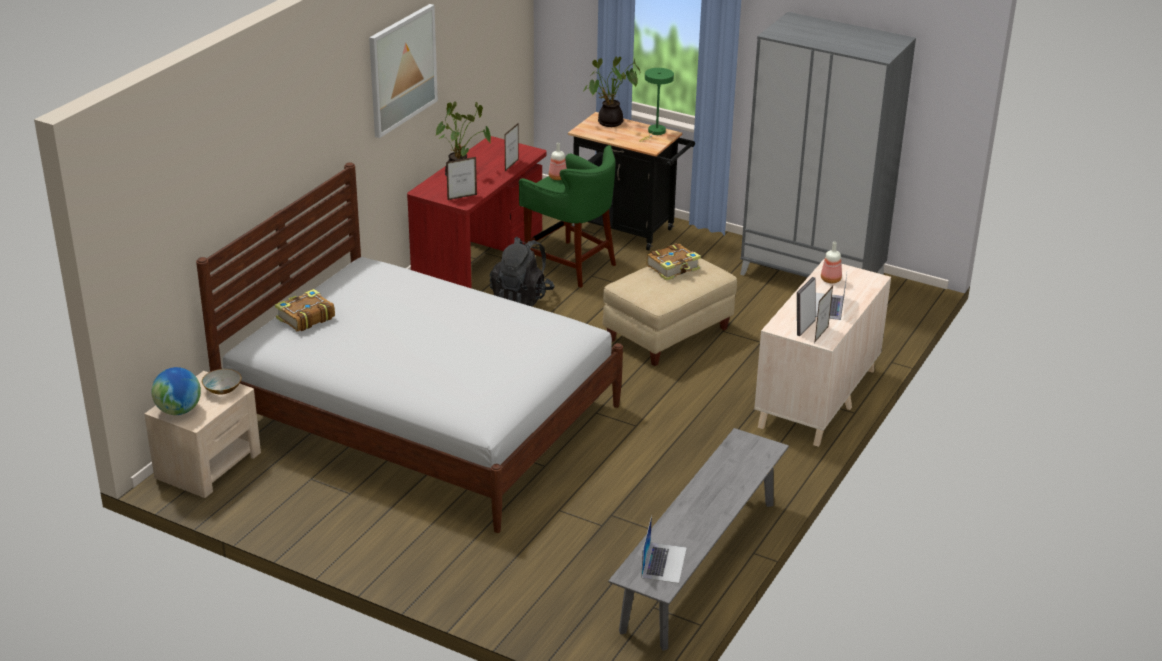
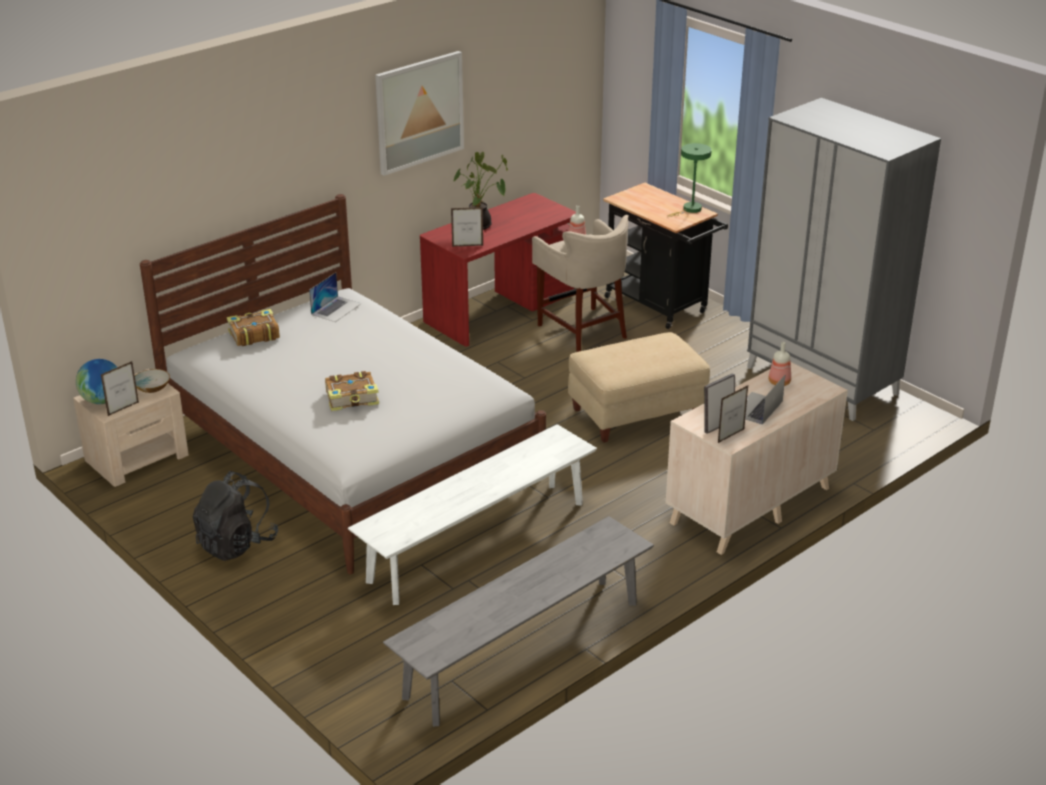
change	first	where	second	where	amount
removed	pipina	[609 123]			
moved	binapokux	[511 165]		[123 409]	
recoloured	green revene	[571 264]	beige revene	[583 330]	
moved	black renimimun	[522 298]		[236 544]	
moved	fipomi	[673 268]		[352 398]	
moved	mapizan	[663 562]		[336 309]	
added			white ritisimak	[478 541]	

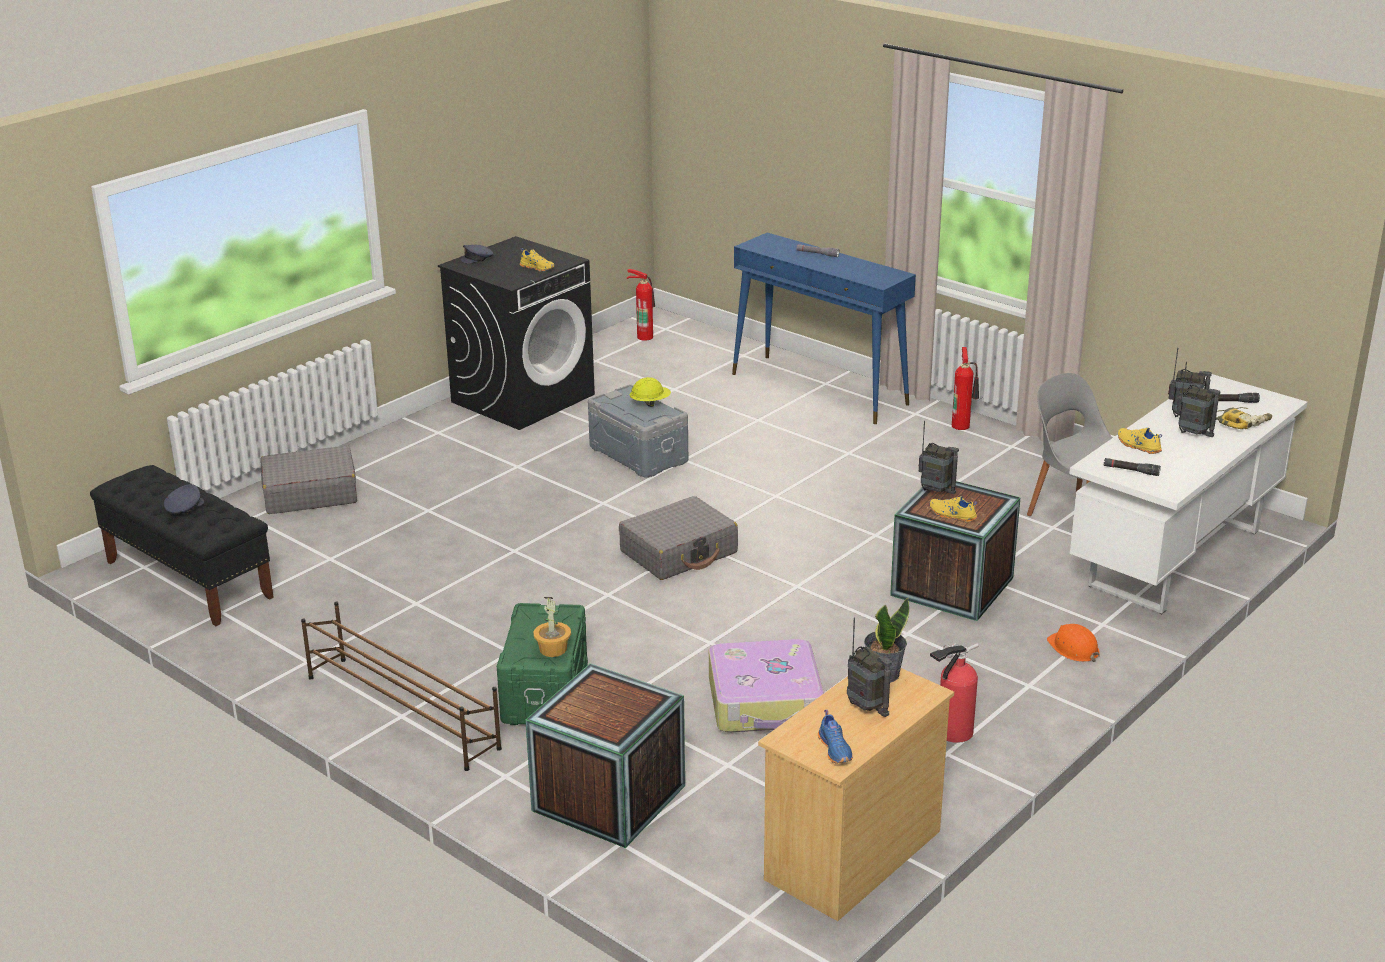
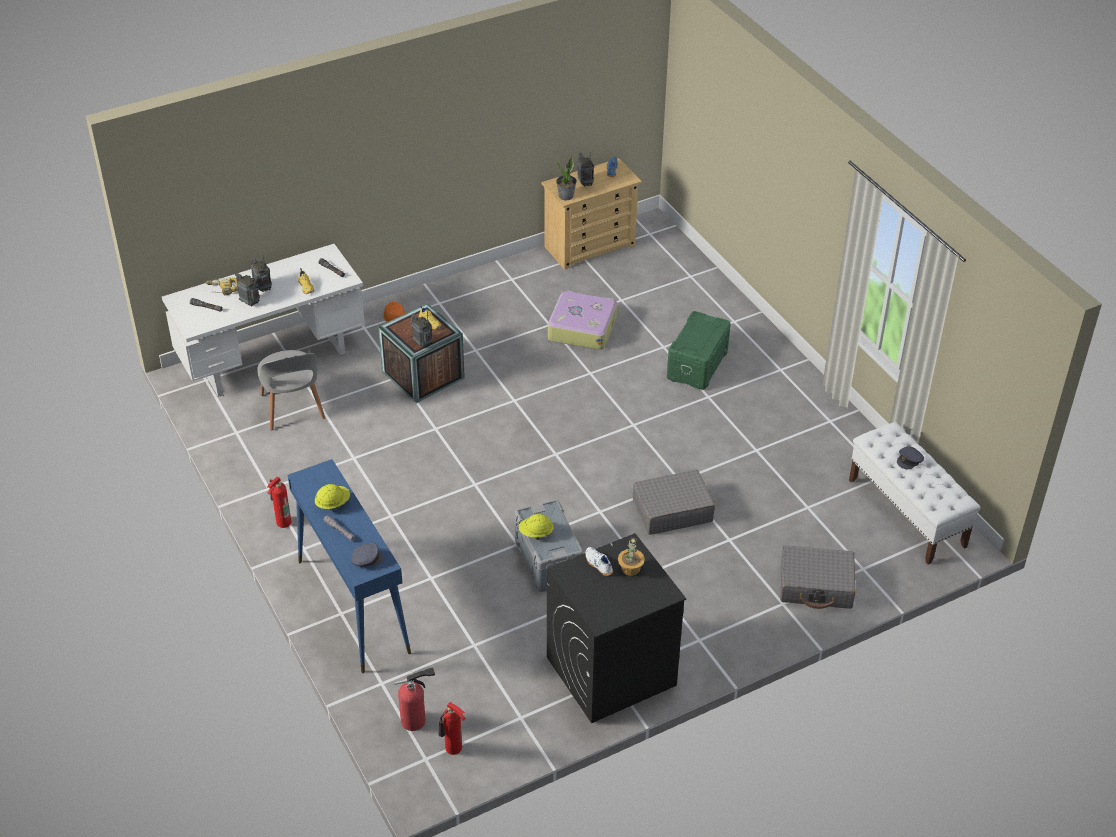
change	first	where	second	where	amount
moved	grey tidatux	[477 258]		[366 559]	
recoloured	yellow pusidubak	[538 268]	white pusidubak	[598 564]	
recoloured	black ritisimak	[188 579]	white ritisimak	[907 513]	
moved	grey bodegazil	[679 552]		[672 510]	
moved	pipina	[553 649]		[630 568]	
removed	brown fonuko	[401 711]			
moved	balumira	[951 733]		[416 720]	
removed	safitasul	[609 798]			
added			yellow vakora	[333 504]	

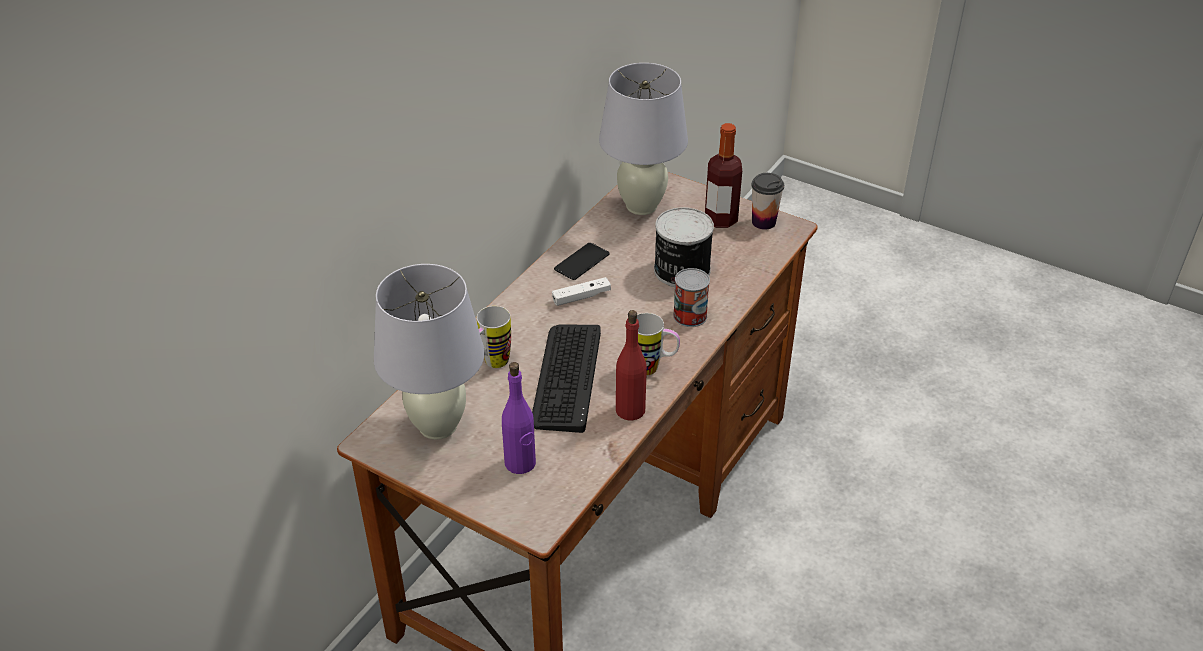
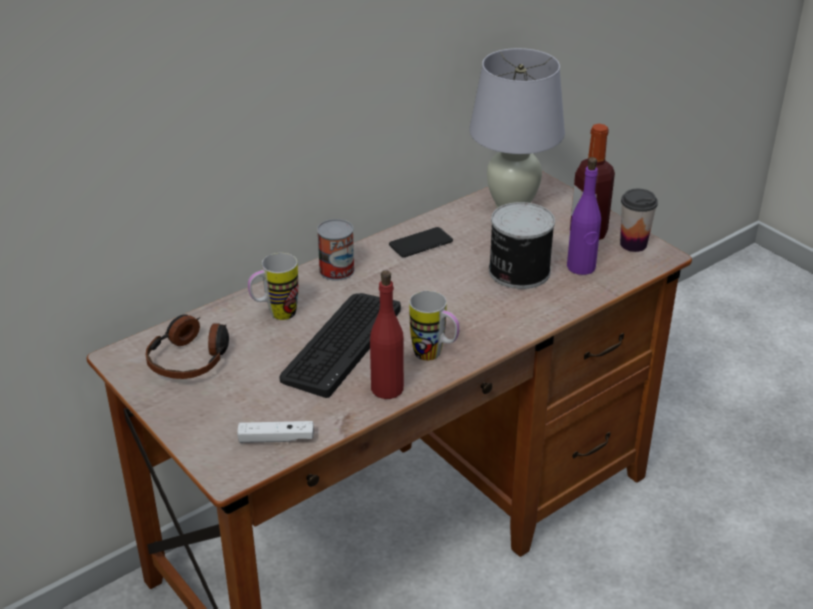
change	first	where	second	where	amount
replaced	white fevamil	[438 426]	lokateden	[191 358]	
moved	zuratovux	[690 315]		[336 270]	
moved	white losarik	[581 297]		[276 438]	
moved	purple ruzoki	[520 463]		[581 267]	

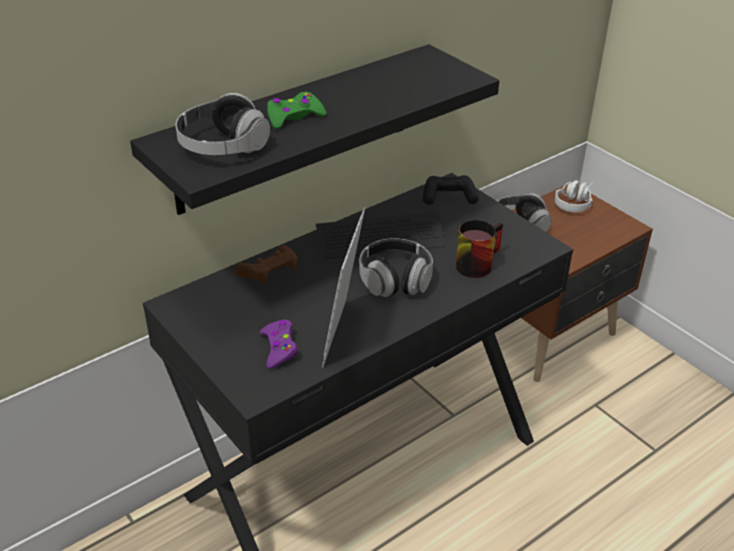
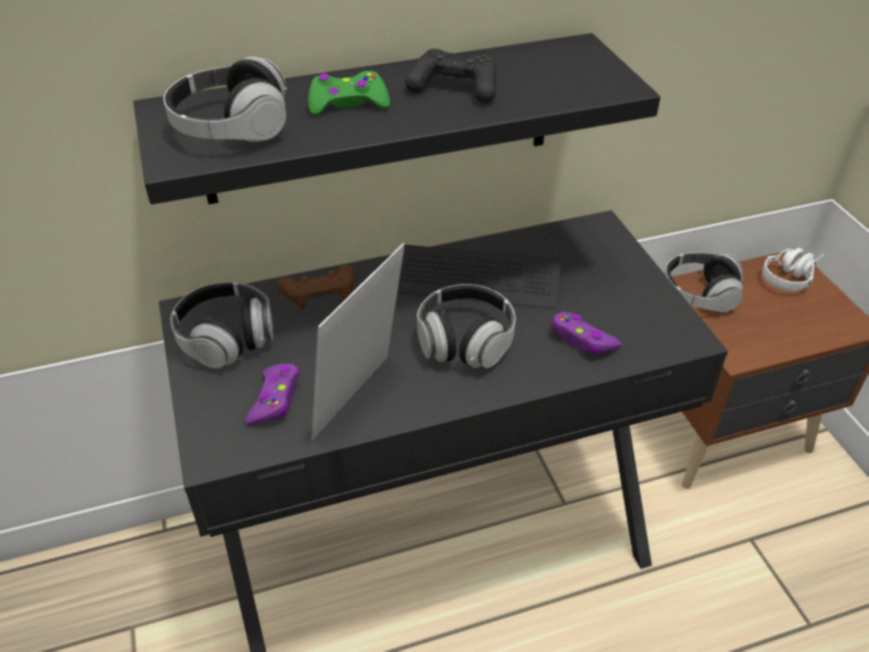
change	first	where	second	where	amount
moved	black losarik	[449 197]		[454 88]	
replaced	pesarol	[475 262]	purple losarik	[582 340]	
added			lokateden	[226 338]	

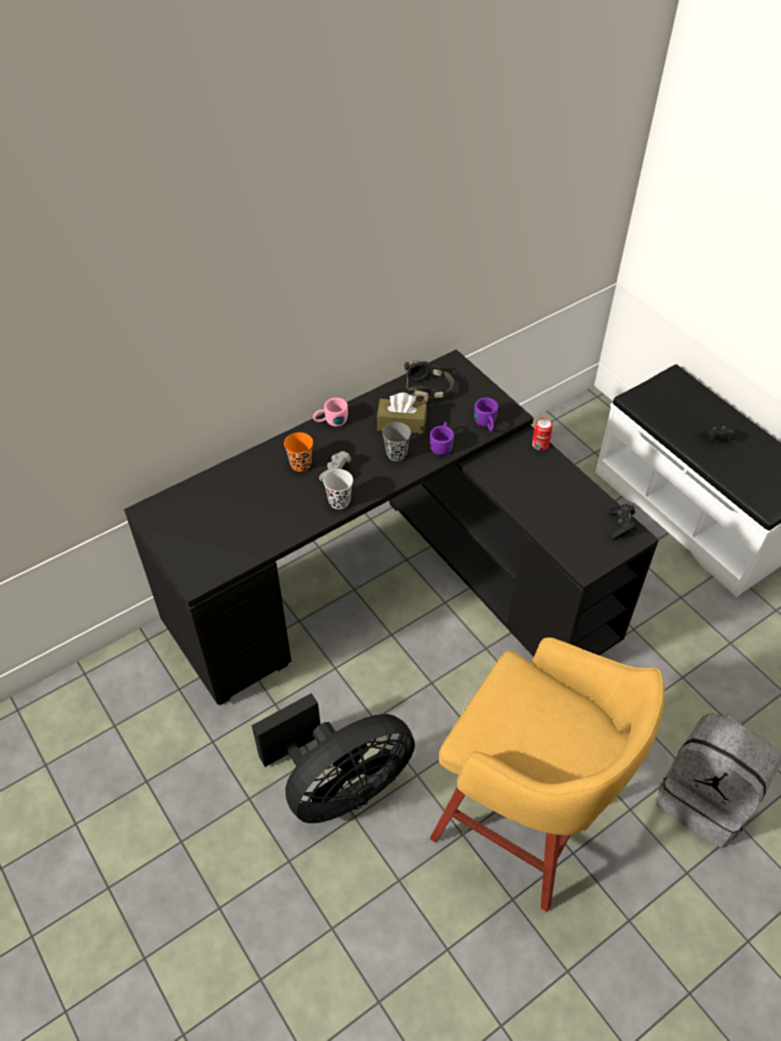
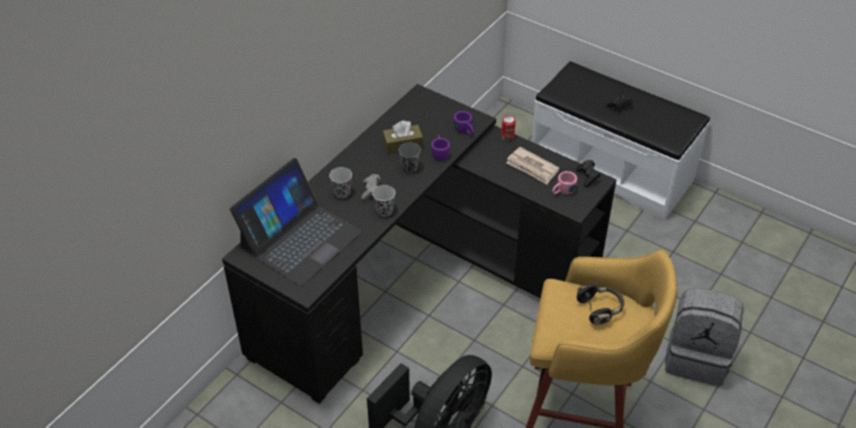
change	first	where	second	where	amount
moved	black lokateden	[428 391]		[600 309]	
moved	pink pesarol	[330 421]		[562 191]	
recoloured	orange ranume	[300 464]	black ranume	[342 192]	
added			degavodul	[532 167]	
added			mapizan	[300 239]	

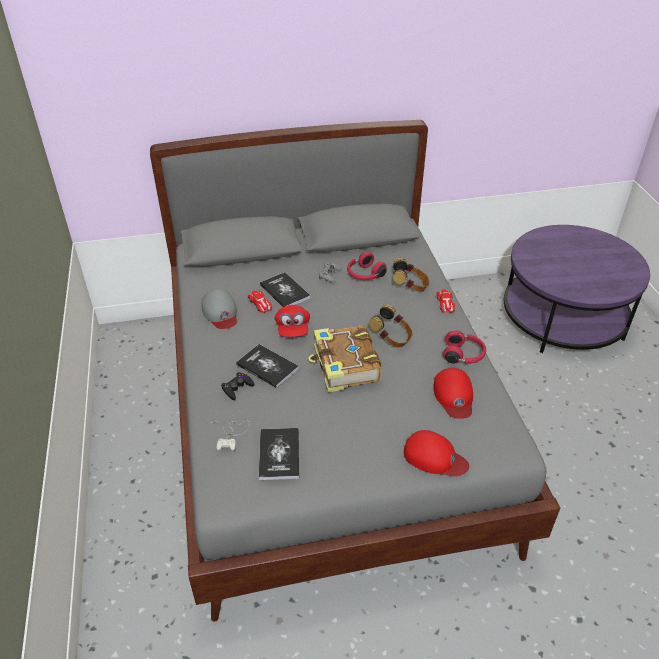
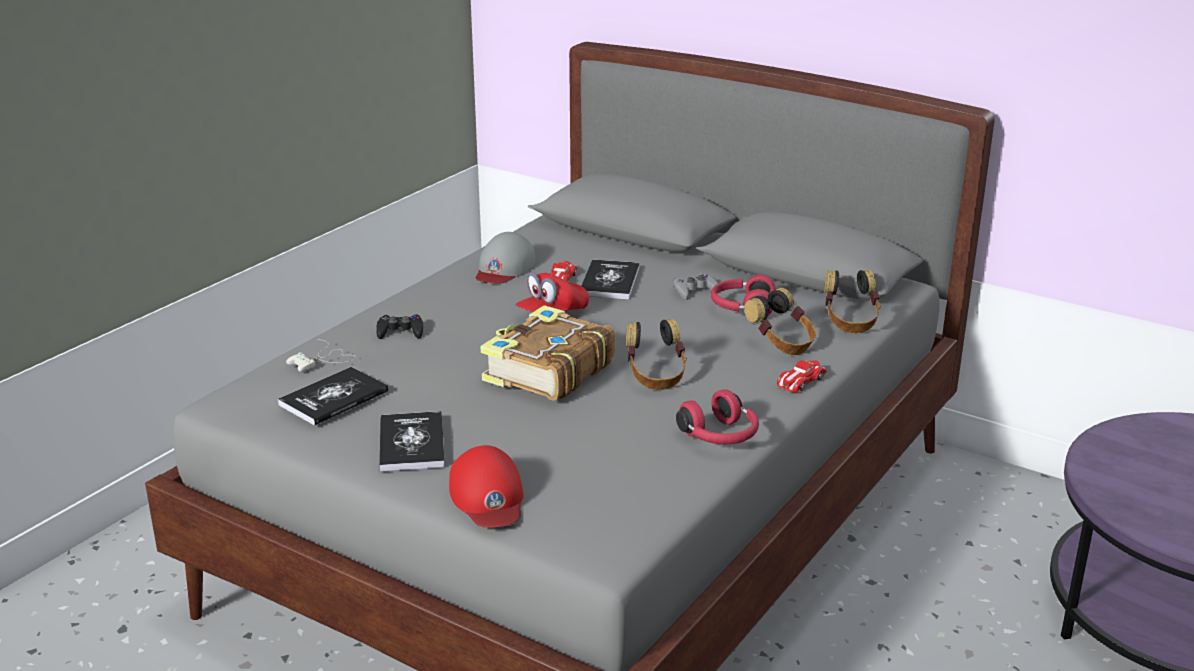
change	first	where	second	where	amount
moved	fipomi	[267 367]		[411 443]	
removed	red tidatux	[454 396]			
added			lokateden	[850 322]	

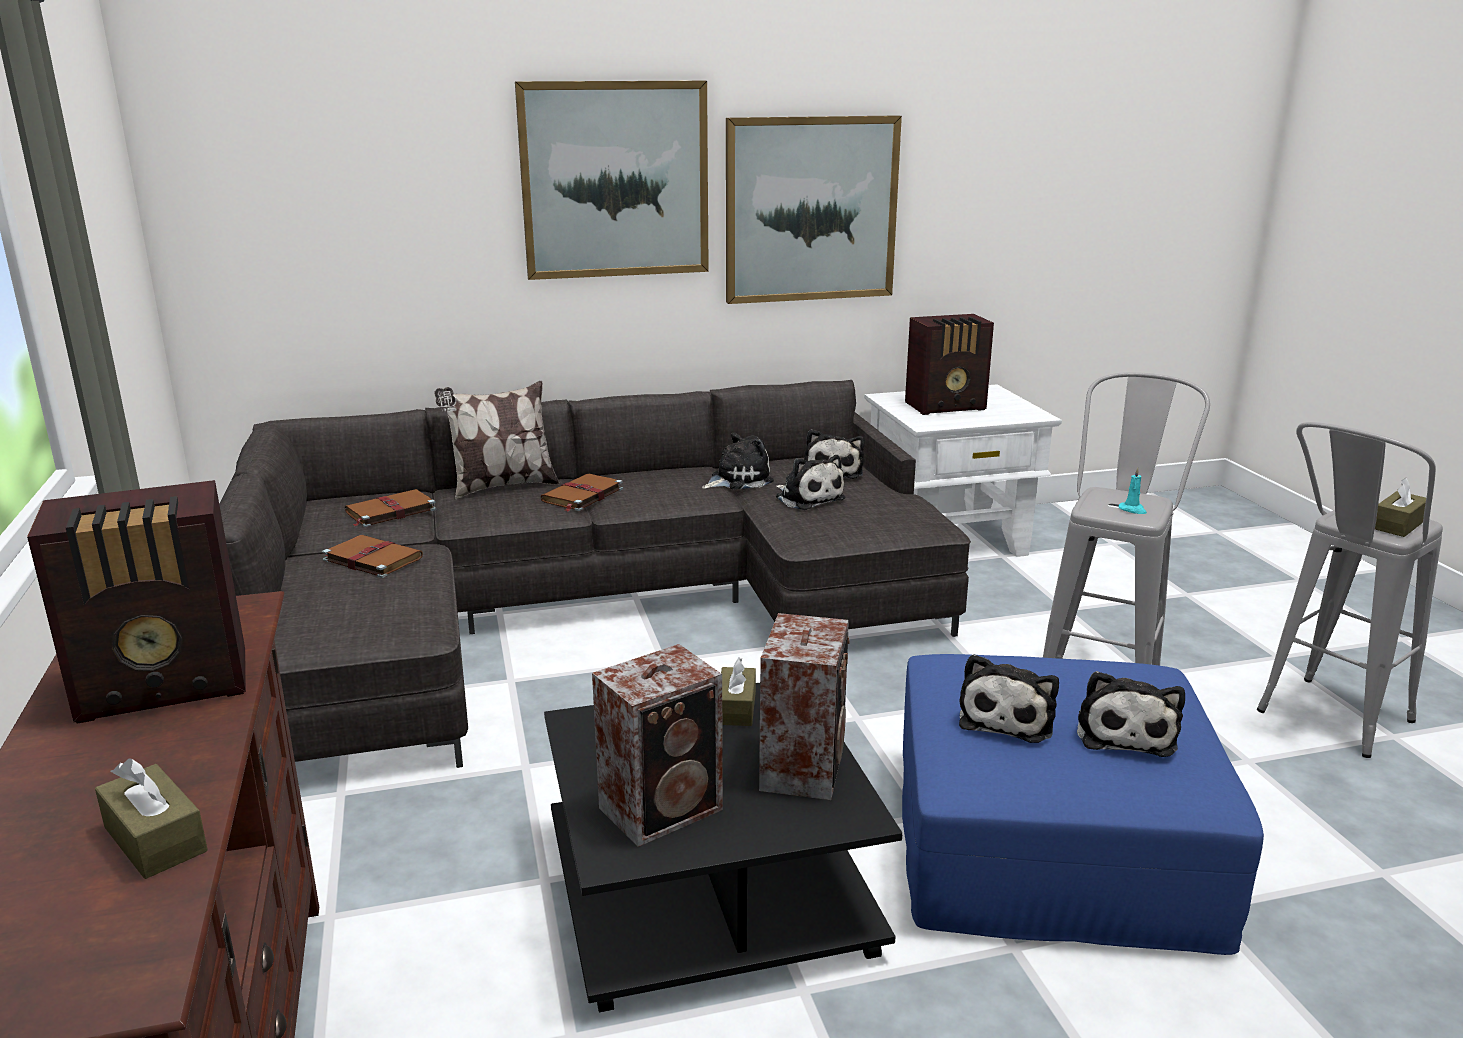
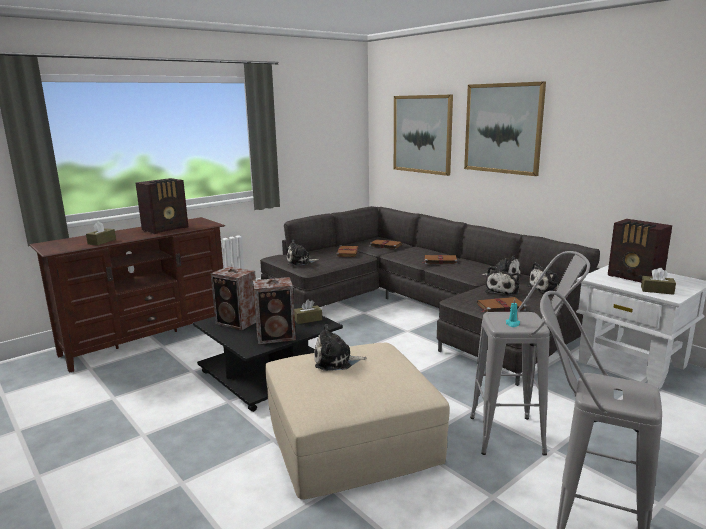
change	first	where	second	where	amount
moved	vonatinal	[811 209]		[422 134]	
removed	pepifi	[502 486]			
moved	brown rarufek	[1397 525]		[657 290]	
turned	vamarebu	[168 686]		[166 229]	90 degrees counterclockwise
recoloured	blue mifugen	[1049 843]	beige mifugen	[352 438]	
moved	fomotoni	[1125 732]		[300 262]	
added			brown fipomi	[500 307]	

